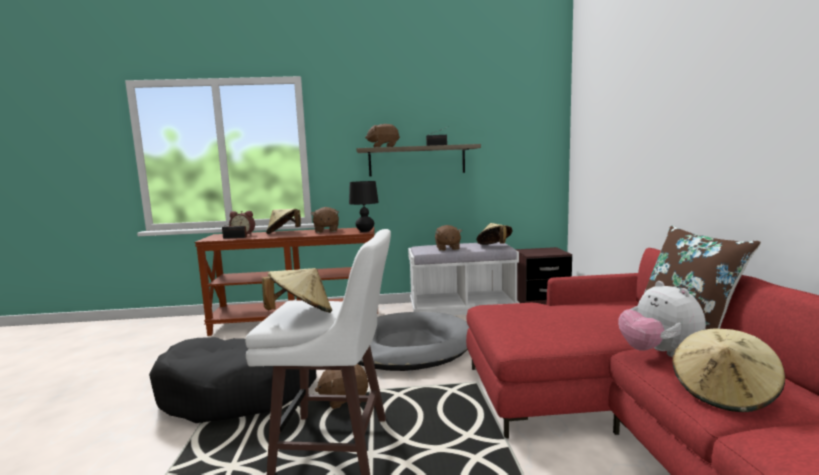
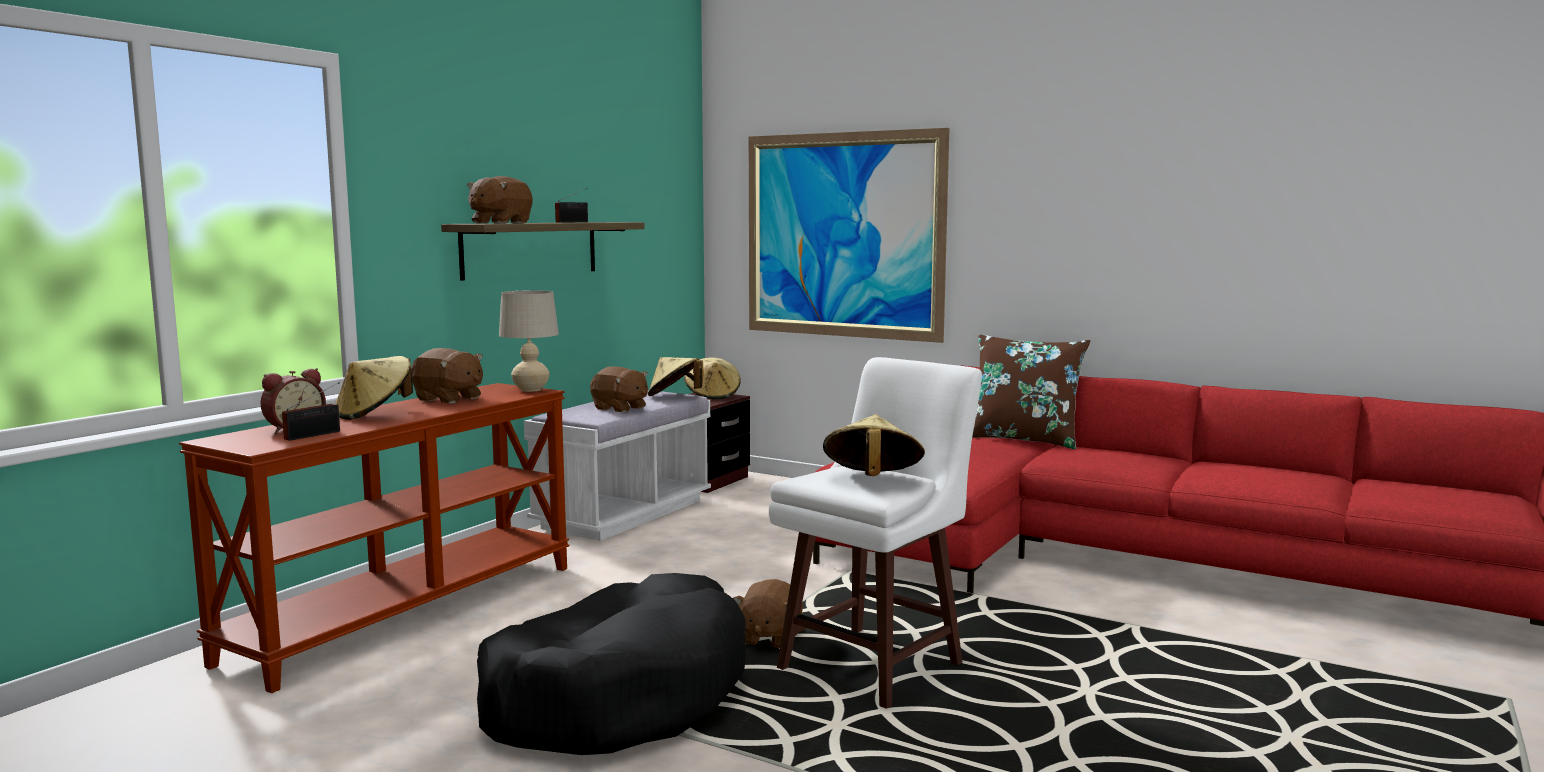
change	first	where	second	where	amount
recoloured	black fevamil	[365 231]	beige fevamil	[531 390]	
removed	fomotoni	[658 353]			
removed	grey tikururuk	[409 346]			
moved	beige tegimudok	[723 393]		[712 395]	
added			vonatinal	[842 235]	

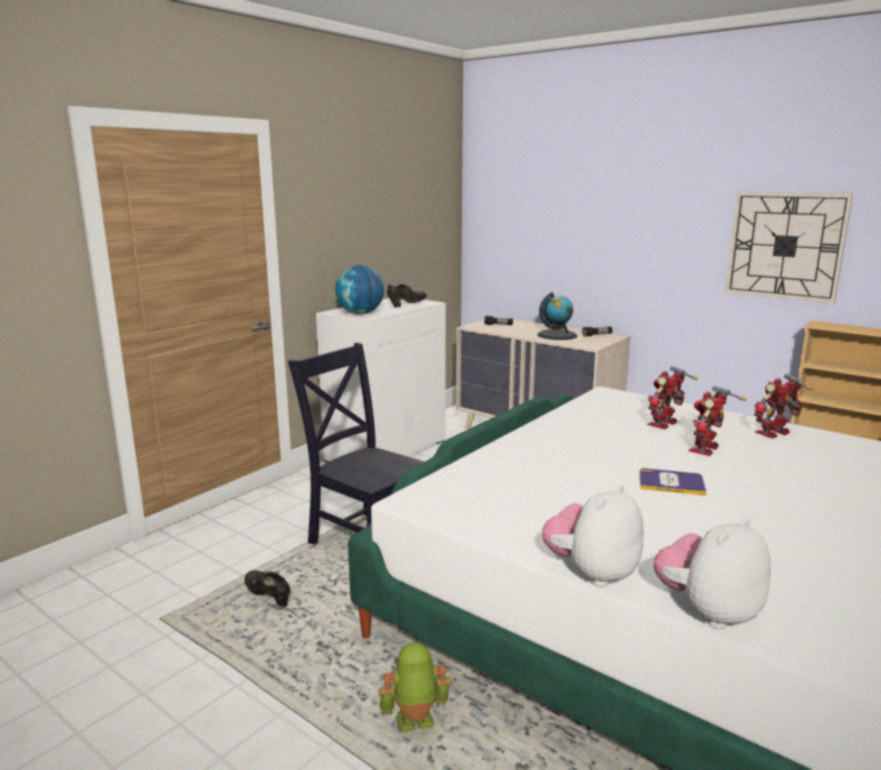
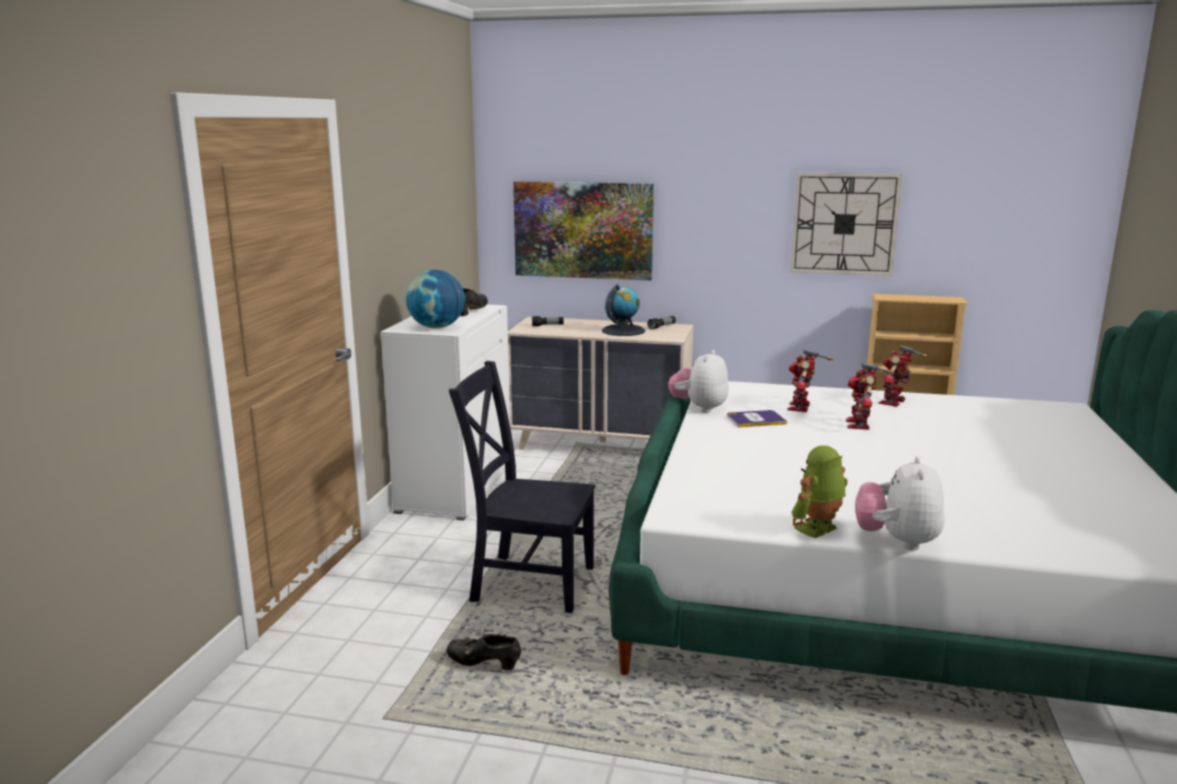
change	first	where	second	where	amount
moved	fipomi	[671 483]		[755 420]	
moved	fomotoni	[708 612]		[699 408]	
moved	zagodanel	[414 724]		[818 530]	
added			vonatinal	[583 230]	

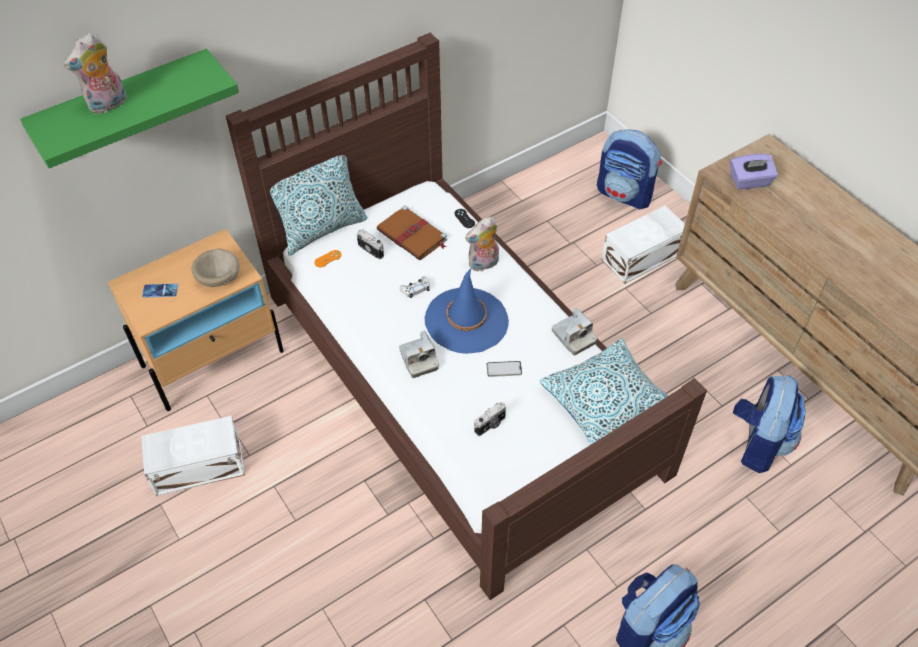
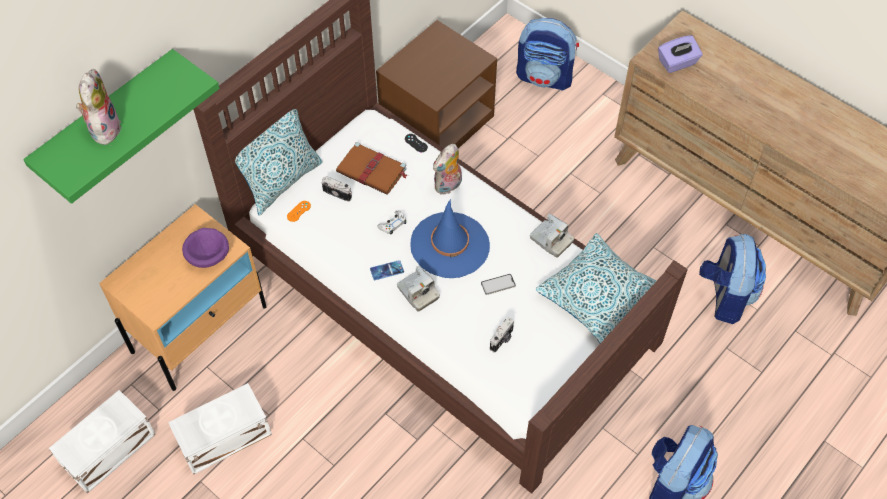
change	first	where	second	where	amount
turned	fomotoni	[108 105]		[103 128]	150 degrees clockwise
moved	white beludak	[643 257]		[110 449]	
recoloured	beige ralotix	[220 279]	purple ralotix	[209 256]	
moved	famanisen	[160 291]		[387 270]	
added			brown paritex	[437 122]	

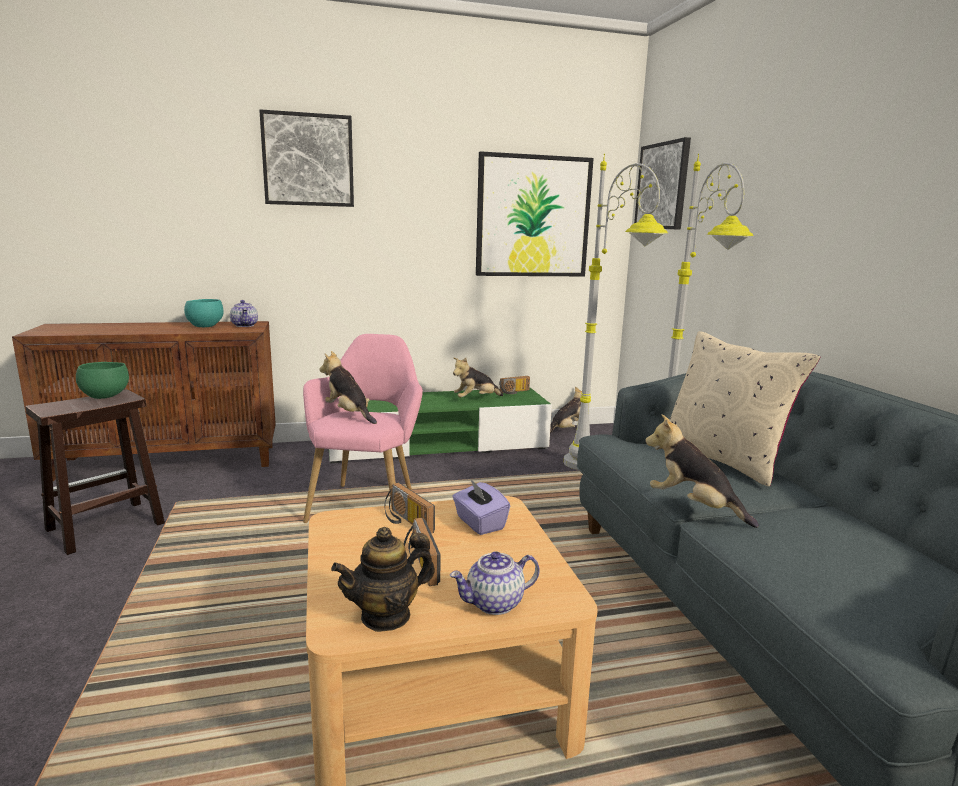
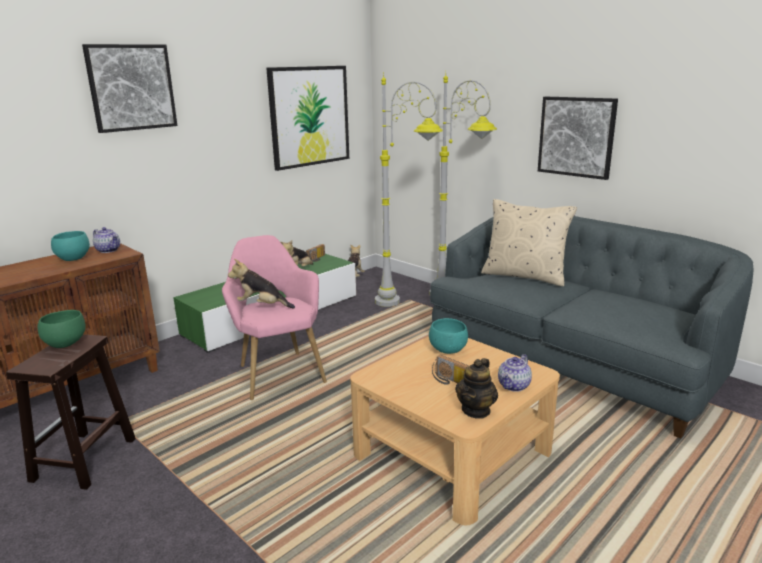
change	first	where	second	where	amount
moved	vonatinal	[662 186]		[576 137]	
removed	fomotoni	[694 507]			
replaced	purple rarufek	[479 523]	turquoise ralotix	[449 350]	
removed	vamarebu	[405 522]			

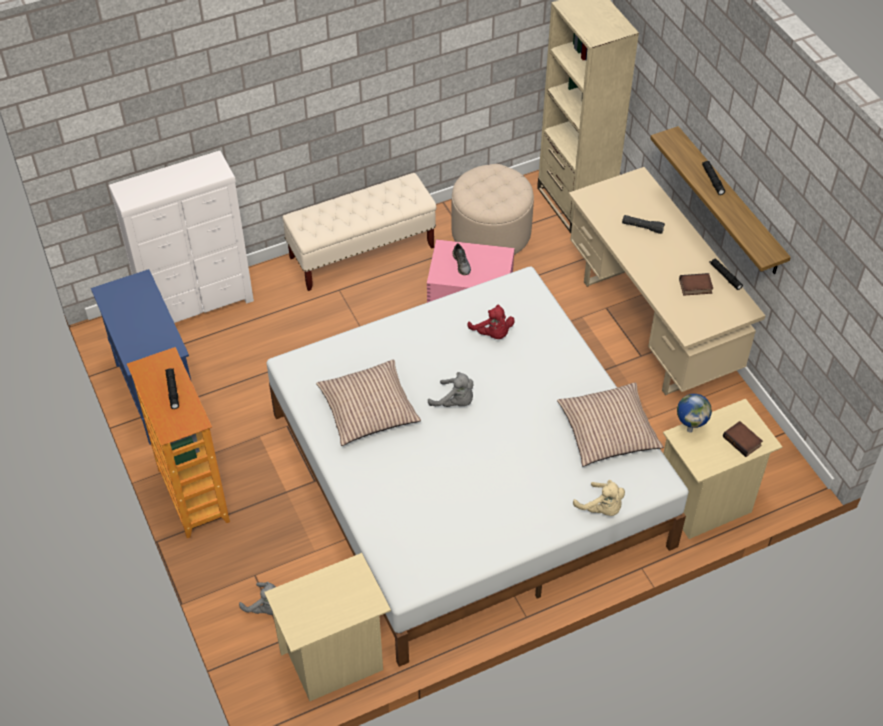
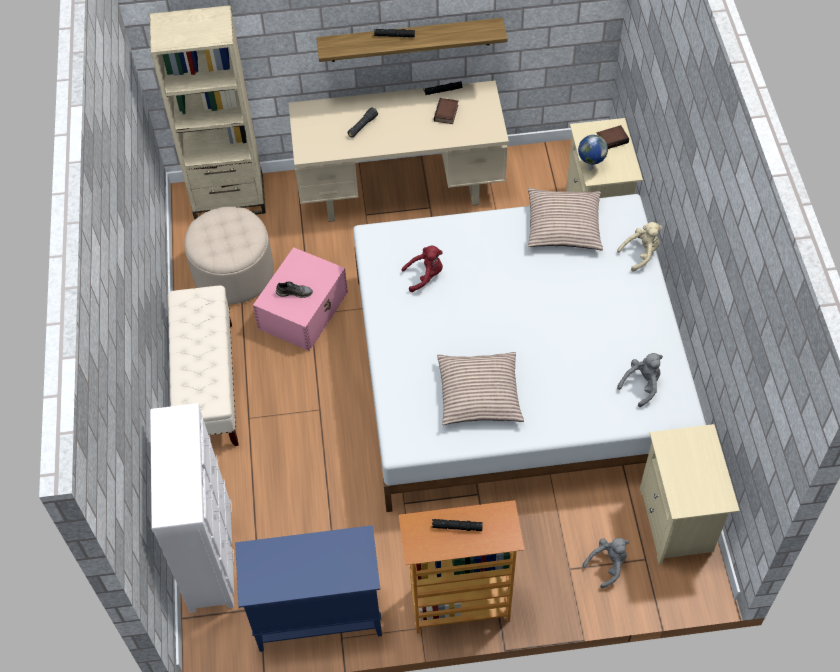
change	first	where	second	where	amount
moved	grey fomotoni	[455 402]		[642 385]	

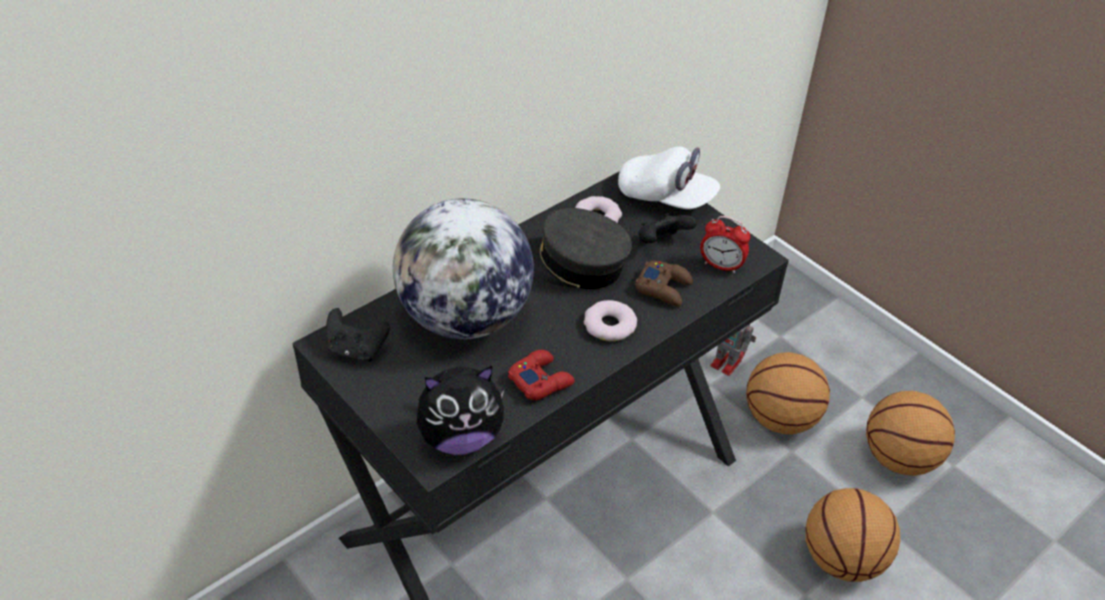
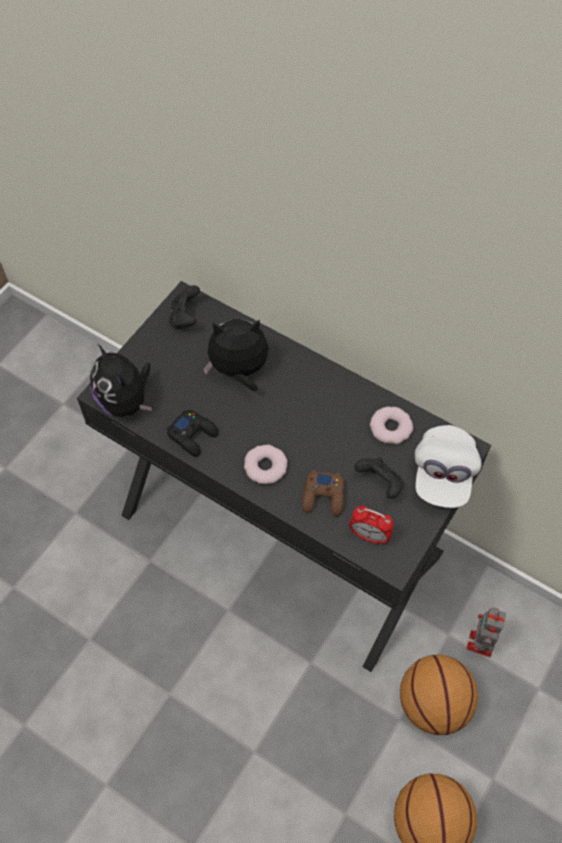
change	first	where	second	where	amount
replaced	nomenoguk	[465 318]	fomotoni	[239 371]	
removed	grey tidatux	[573 264]			
turned	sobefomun	[721 266]		[369 536]	75 degrees counterclockwise
recoloured	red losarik	[541 380]	black losarik	[193 435]	
removed	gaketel	[843 559]			

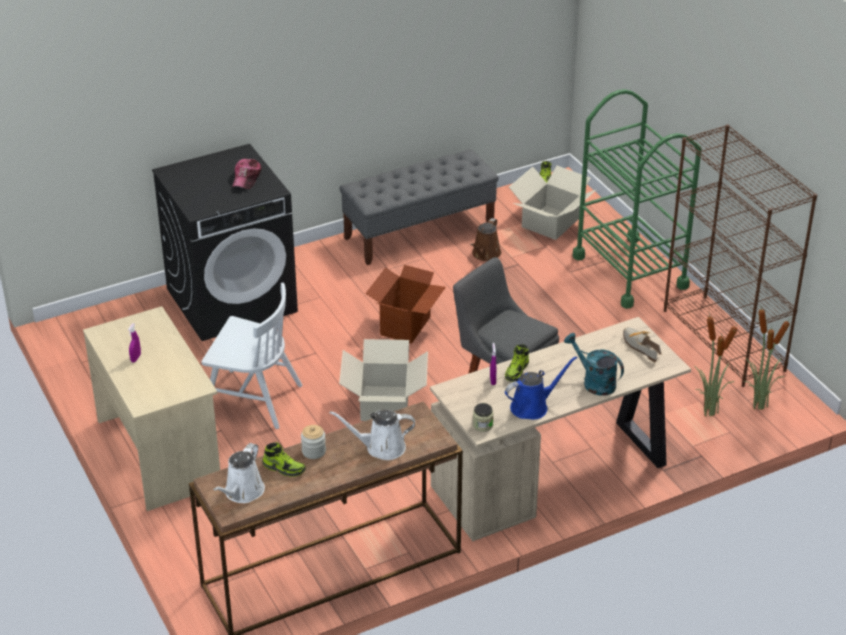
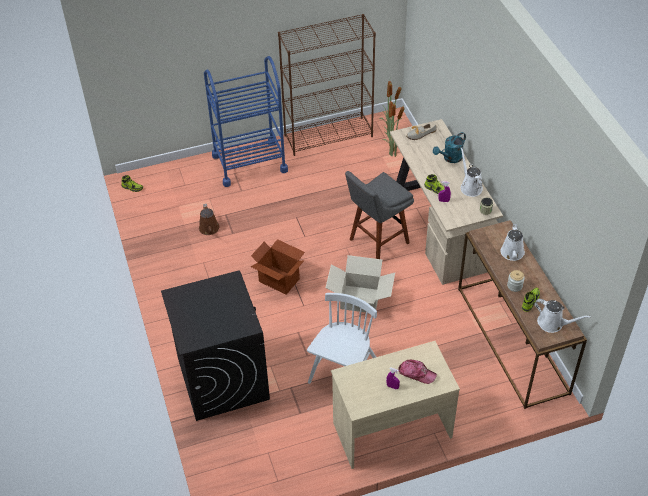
change	first	where	second	where	amount
recoloured	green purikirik	[630 271]	blue purikirik	[249 163]	
removed	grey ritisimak	[419 232]			
moved	tidatux	[247 178]		[416 373]	
removed	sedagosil	[551 222]			
turned	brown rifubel	[485 254]		[209 229]	45 degrees clockwise
recoloured	blue rifubel	[532 406]	white rifubel	[470 187]	

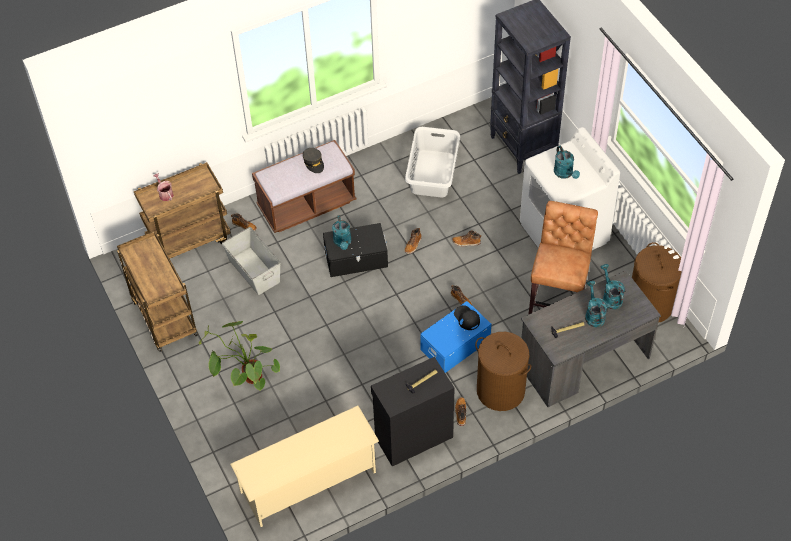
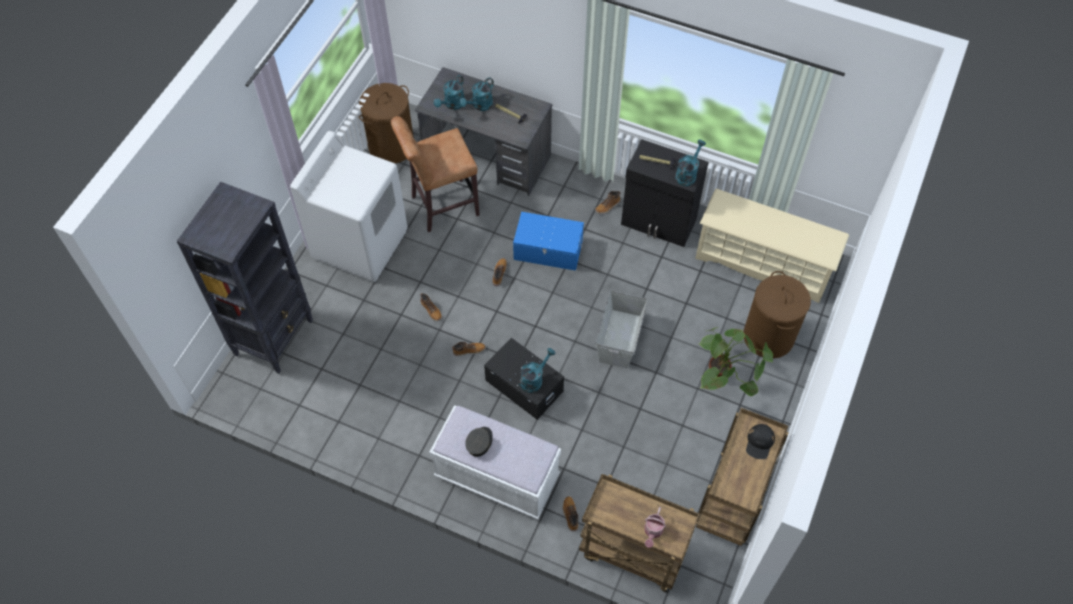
change	first	where	second	where	amount
removed	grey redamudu	[433 173]			
recoloured	brown ritisimak	[306 205]	white ritisimak	[497 477]	
moved	turquoise rifubel	[565 174]		[687 174]	
moved	grey beludak	[254 271]		[620 338]	
moved	black tidatux	[466 318]		[759 442]	
moved	brown redamudu	[500 391]		[768 336]	

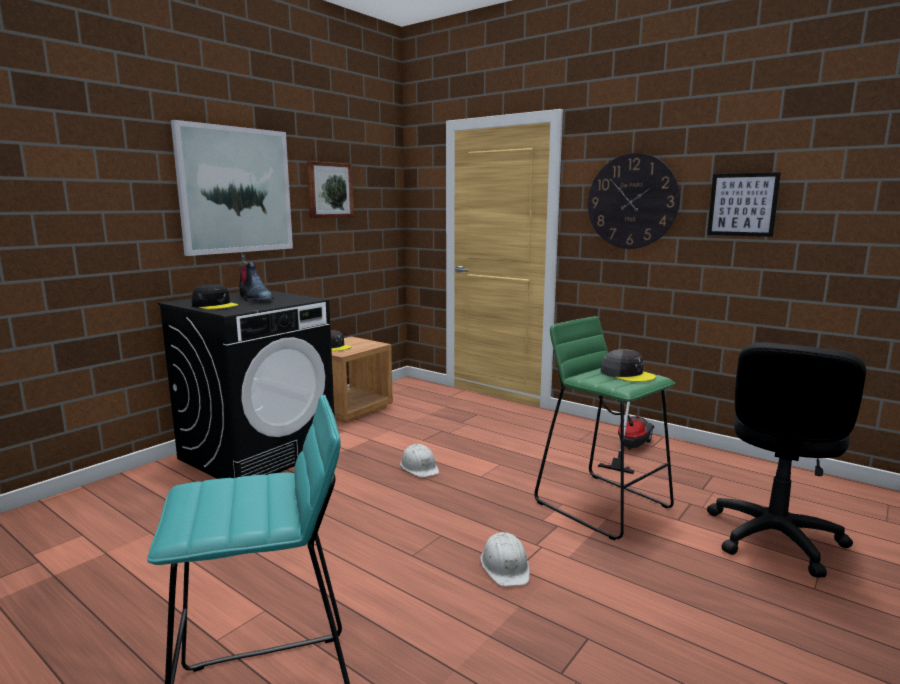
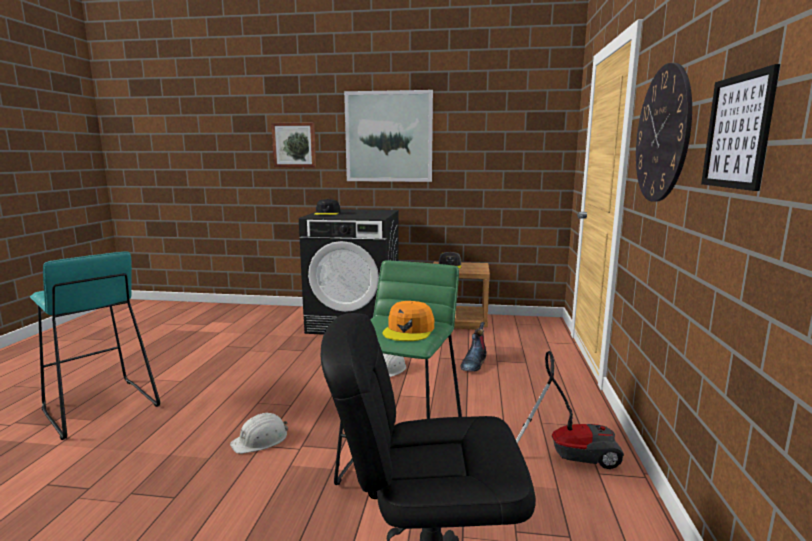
change	first	where	second	where	amount
moved	vonatinal	[329 190]		[294 145]	
moved	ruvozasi	[254 298]		[473 363]	
recoloured	grey tidatux	[627 374]	orange tidatux	[409 330]	

